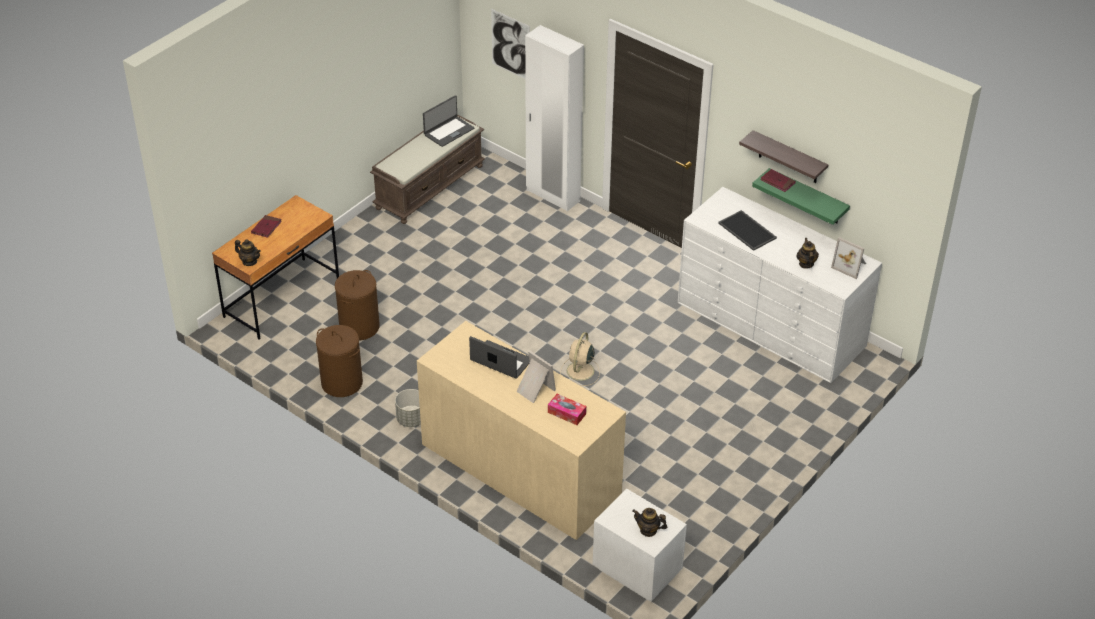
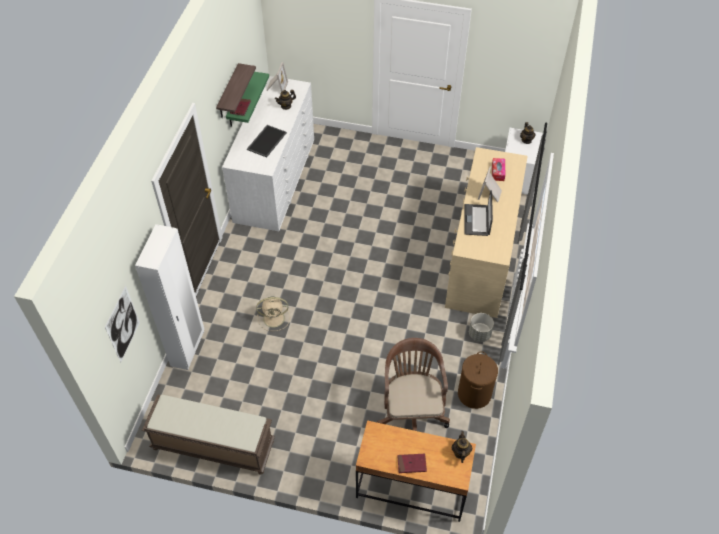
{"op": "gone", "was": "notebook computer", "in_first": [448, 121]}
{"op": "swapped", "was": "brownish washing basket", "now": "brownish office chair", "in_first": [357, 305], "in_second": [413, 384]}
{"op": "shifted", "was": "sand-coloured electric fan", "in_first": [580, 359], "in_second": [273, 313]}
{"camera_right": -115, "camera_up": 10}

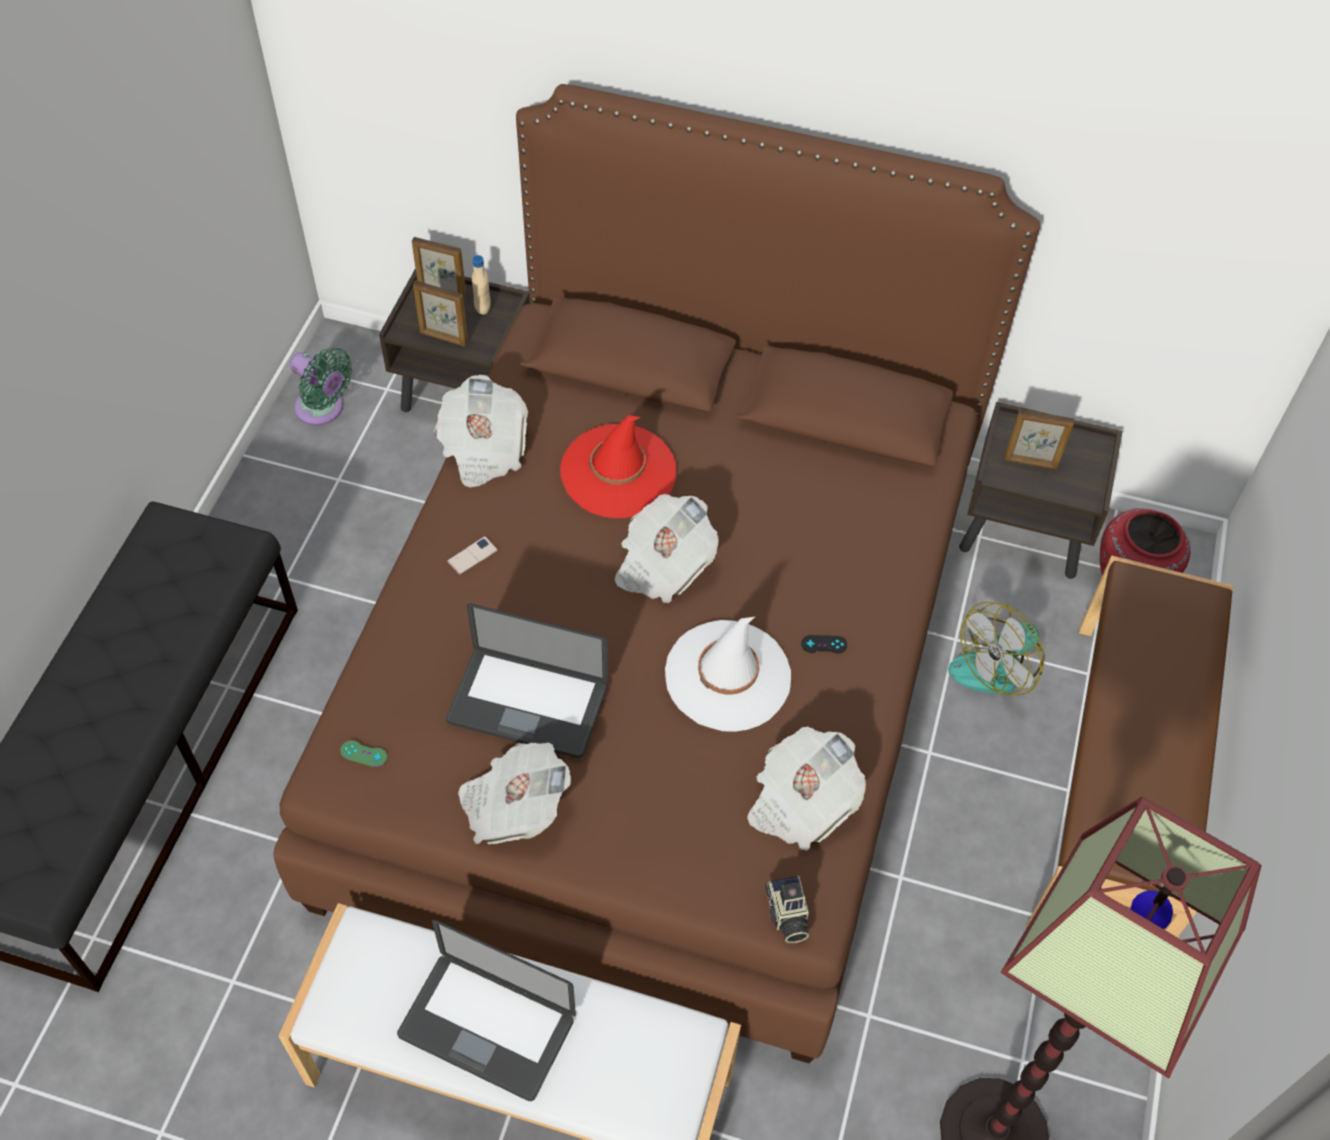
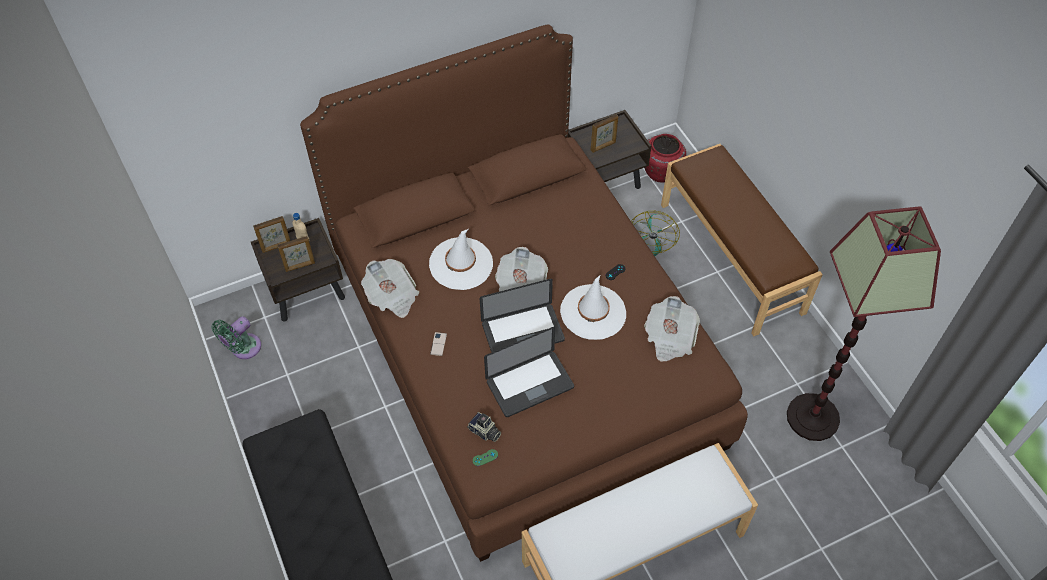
{"op": "rotated", "was": "green-coloured electric fan", "in_first": [321, 386], "in_second": [236, 337], "clockwise": 135}
{"op": "repainted", "was": "red hat", "now": "whitish hat", "in_first": [618, 466], "in_second": [461, 259]}
{"op": "gone", "was": "printed paper", "in_first": [514, 793]}
{"op": "shifted", "was": "photo camera", "in_first": [787, 909], "in_second": [484, 427]}
{"op": "shifted", "was": "notebook computer", "in_first": [486, 1010], "in_second": [522, 315]}
{"camera_right": -40, "camera_up": 0}

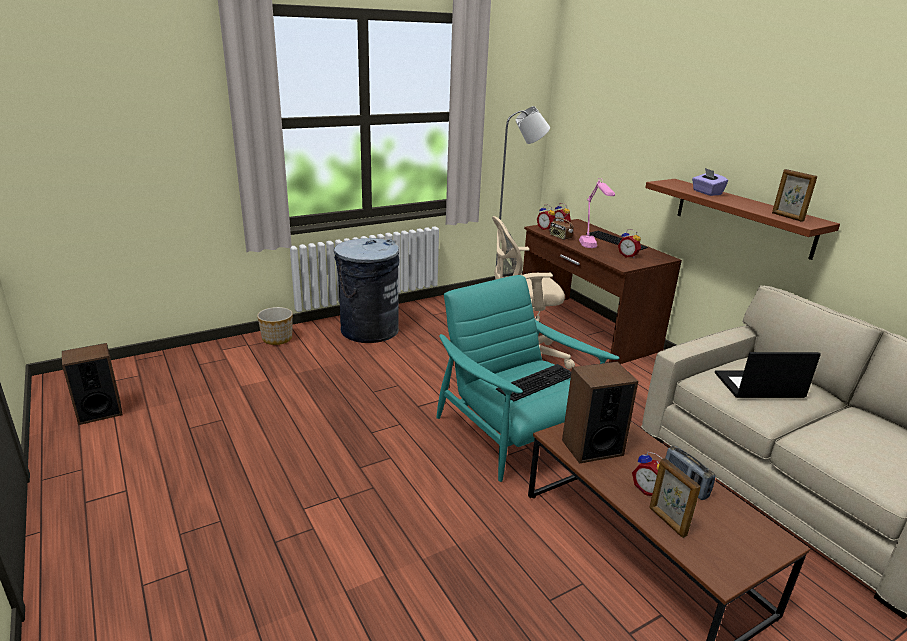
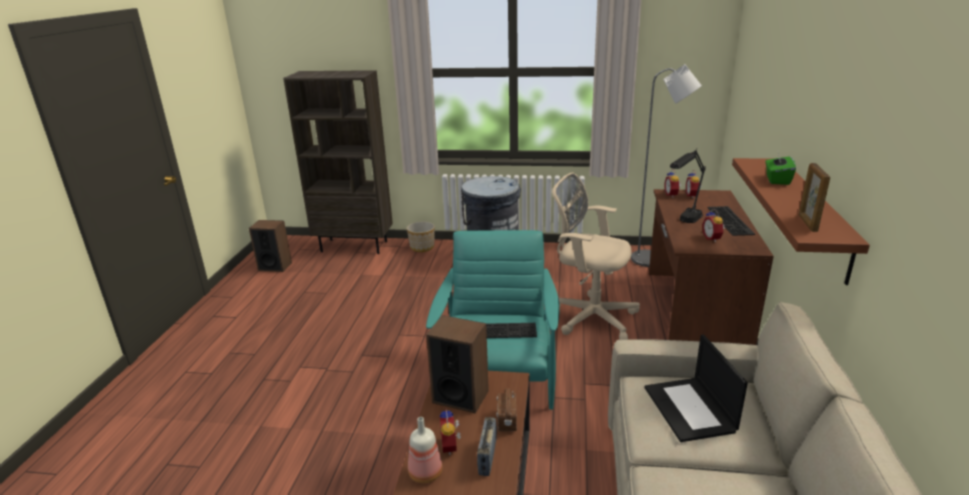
{"op": "repainted", "was": "purple-coloured tissue holder", "now": "green-coloured tissue holder", "in_first": [710, 182], "in_second": [781, 169]}
{"op": "repainted", "was": "pink table lamp", "now": "black-coloured table lamp", "in_first": [597, 213], "in_second": [688, 186]}
{"op": "shifted", "was": "radio set", "in_first": [562, 227], "in_second": [506, 409]}
{"op": "rotated", "was": "notebook computer", "in_first": [768, 375], "in_second": [696, 388], "clockwise": -135}
{"op": "swapped", "was": "standing frame", "now": "bottle", "in_first": [675, 498], "in_second": [425, 450]}
{"op": "new", "now": "brownish bookcase", "in_second": [338, 162]}
{"camera_right": 40, "camera_up": 0}

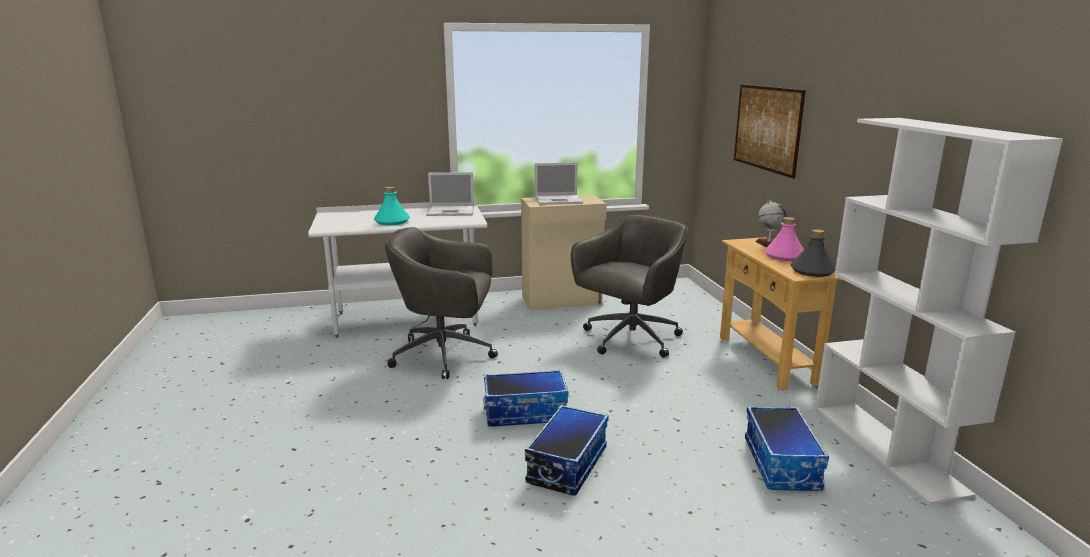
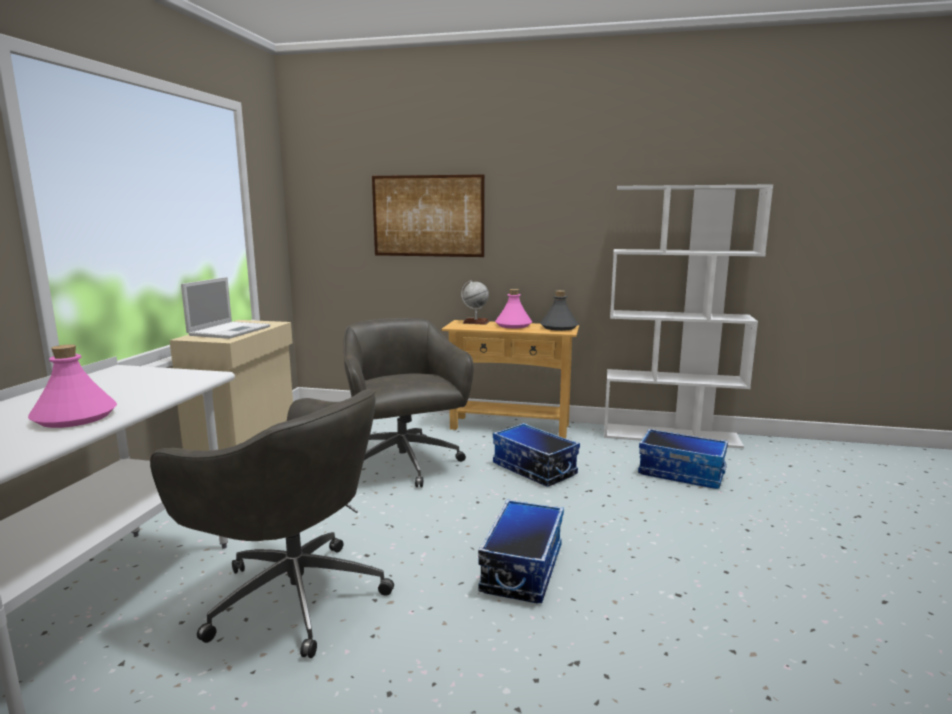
{"op": "gone", "was": "notebook computer", "in_first": [450, 194]}
{"op": "repainted", "was": "blue-green bottle", "now": "pink bottle", "in_first": [392, 206], "in_second": [72, 386]}
{"op": "rotated", "was": "gray office chair", "in_first": [441, 303], "in_second": [272, 523], "clockwise": -90}
{"op": "shifted", "was": "storage box", "in_first": [567, 450], "in_second": [536, 455]}
{"camera_right": -65, "camera_up": -5}

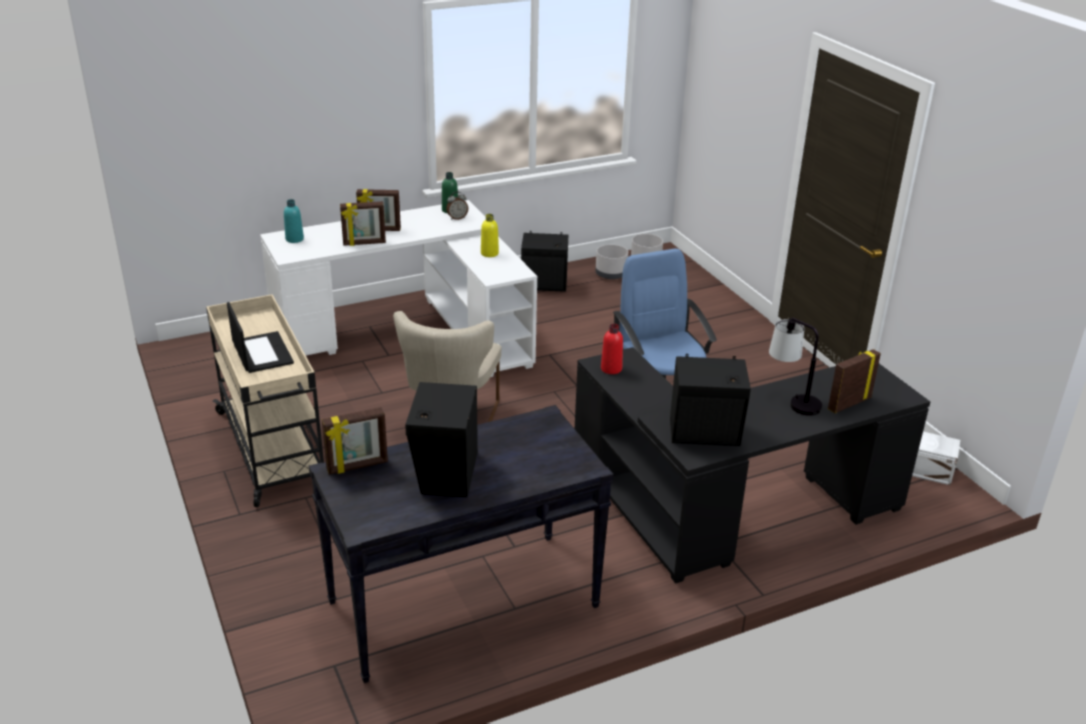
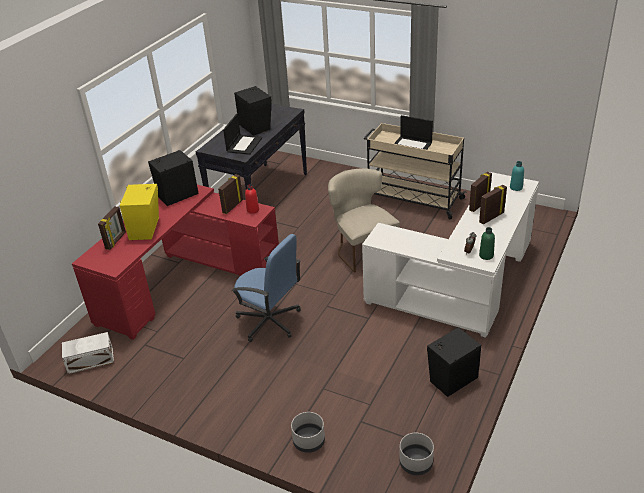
{"op": "gone", "was": "yellow bottle", "in_first": [490, 235]}
{"op": "shifted", "was": "gray planter", "in_first": [611, 262], "in_second": [308, 432]}
{"op": "swapped", "was": "table lamp", "now": "yellow loudspeaker", "in_first": [795, 367], "in_second": [139, 212]}
{"op": "repainted", "was": "black-coloured desk table", "now": "red desk table", "in_first": [752, 465], "in_second": [175, 262]}
{"op": "shifted", "was": "standing frame", "in_first": [355, 441], "in_second": [230, 194]}
{"op": "new", "now": "notebook computer", "in_second": [242, 134]}
{"camera_right": 145, "camera_up": 5}

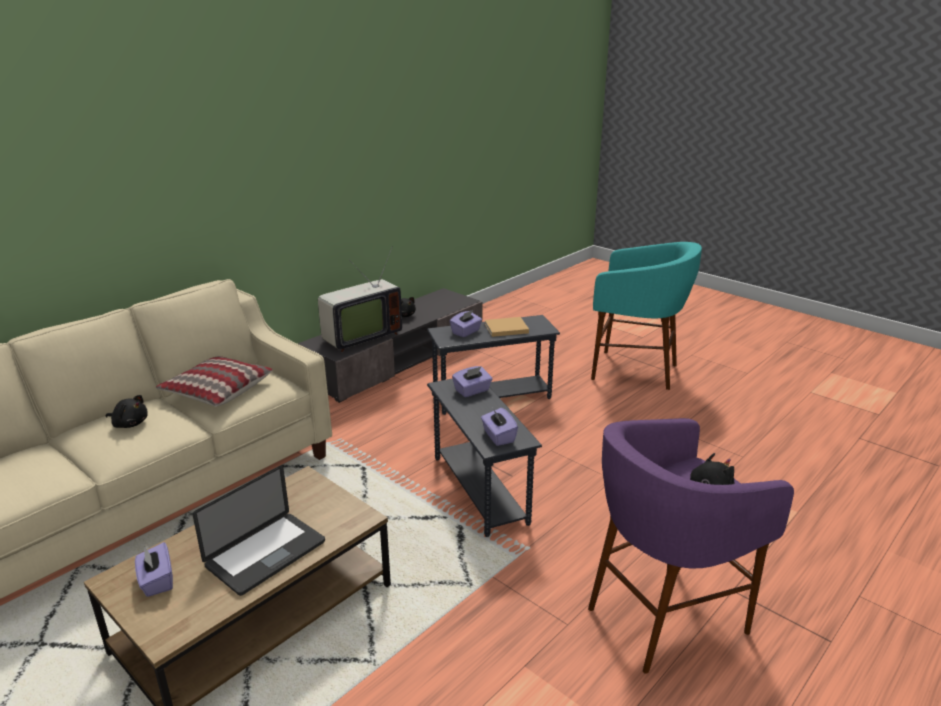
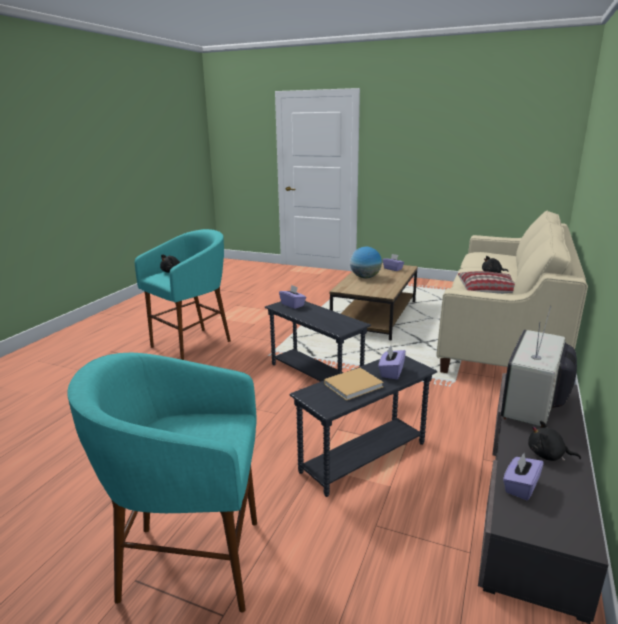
{"op": "shifted", "was": "purple-coloured tissue holder", "in_first": [472, 381], "in_second": [523, 476]}
{"op": "repainted", "was": "purple-coloured stool", "now": "blue-green stool", "in_first": [691, 546], "in_second": [183, 294]}
{"op": "swapped", "was": "notebook computer", "now": "world globe", "in_first": [259, 530], "in_second": [366, 262]}
{"camera_right": 160, "camera_up": -5}

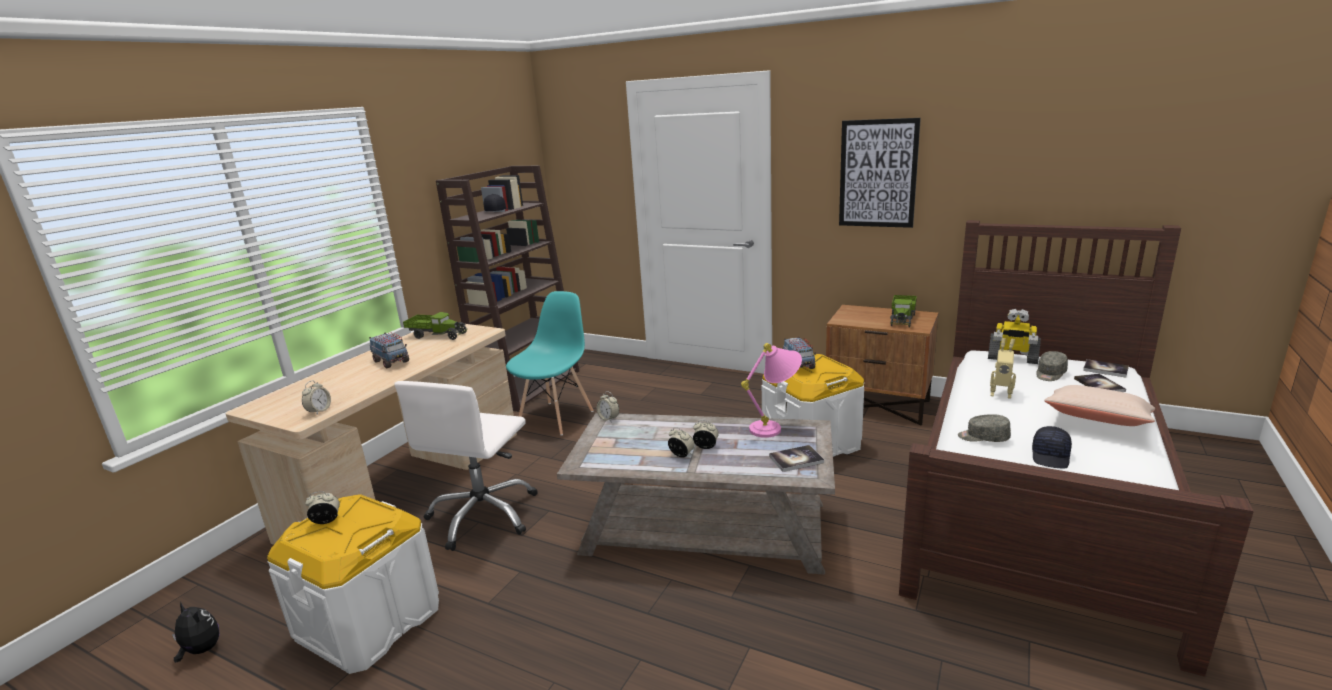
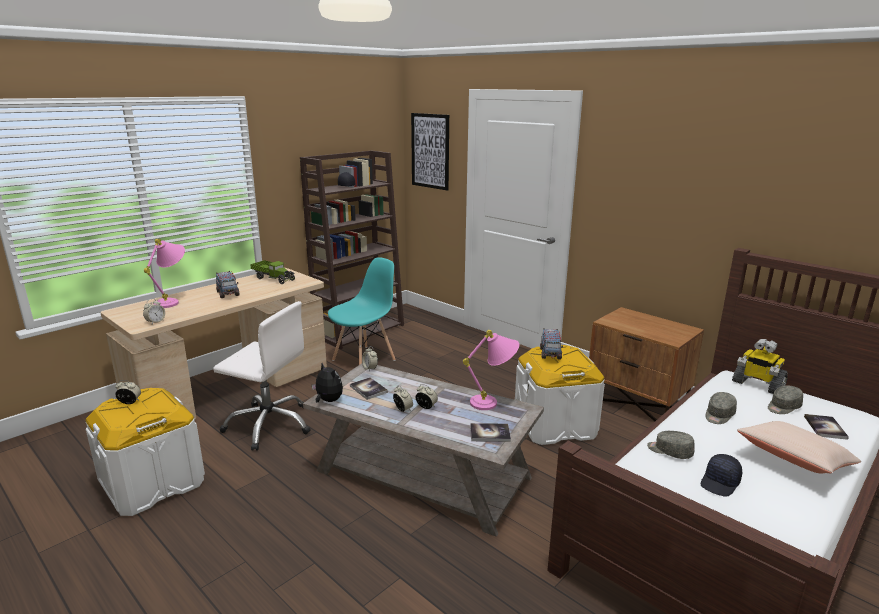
{"op": "shifted", "was": "picture", "in_first": [880, 173], "in_second": [430, 151]}
{"op": "gone", "was": "toy lorry", "in_first": [903, 311]}
{"op": "swapped", "was": "model robot", "now": "gray peaked cap", "in_first": [1003, 368], "in_second": [721, 408]}
{"op": "shifted", "was": "volume", "in_first": [1106, 368], "in_second": [369, 388]}
{"op": "rotated", "was": "whitish office chair", "in_first": [466, 466], "in_second": [262, 376], "clockwise": -105}
{"op": "shifted", "was": "soft toy", "in_first": [195, 632], "in_second": [327, 382]}
{"op": "new", "now": "pink table lamp", "in_second": [164, 273]}
{"camera_right": 15, "camera_up": 0}

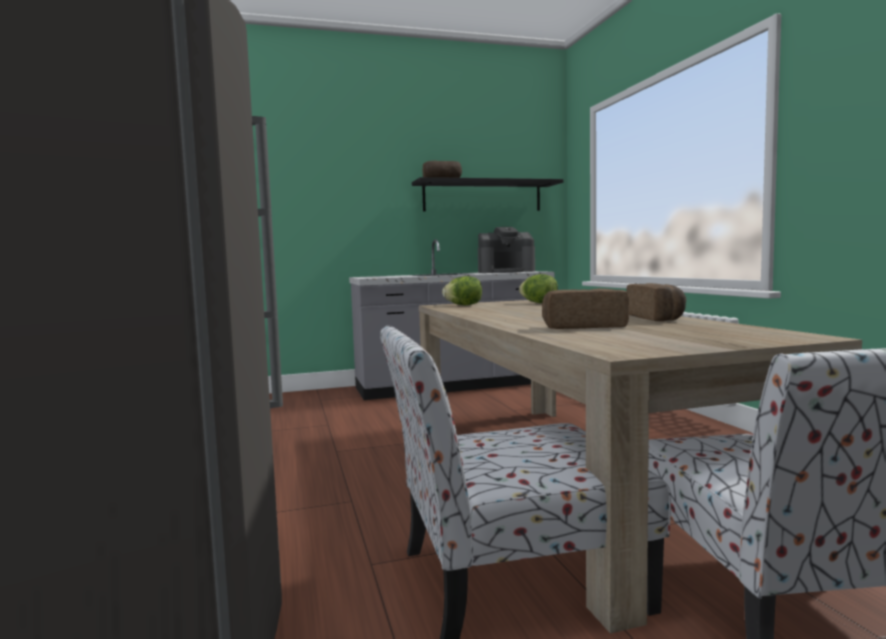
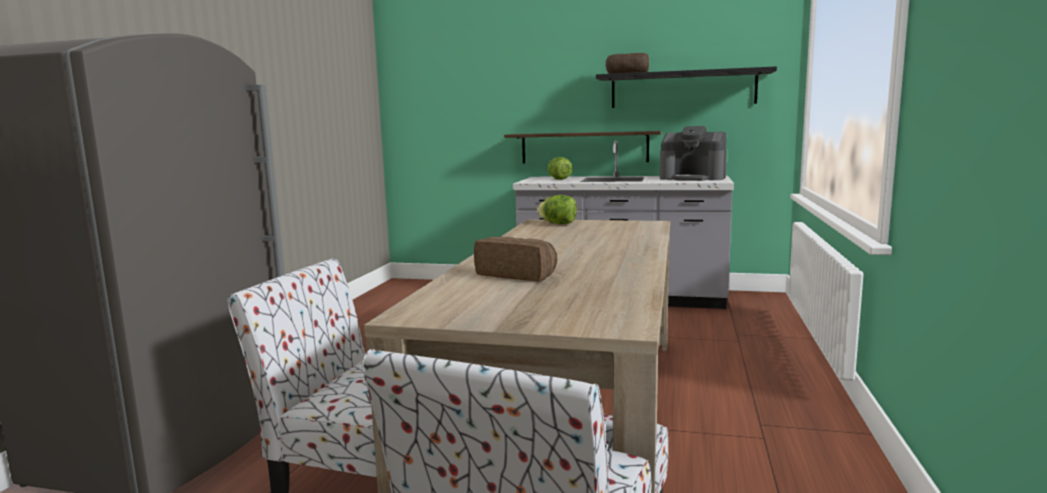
{"op": "shifted", "was": "lettuce", "in_first": [538, 288], "in_second": [559, 168]}
{"op": "gone", "was": "baked bread", "in_first": [656, 302]}
{"op": "new", "now": "bracket shelf", "in_second": [582, 147]}
{"camera_right": 30, "camera_up": 5}

